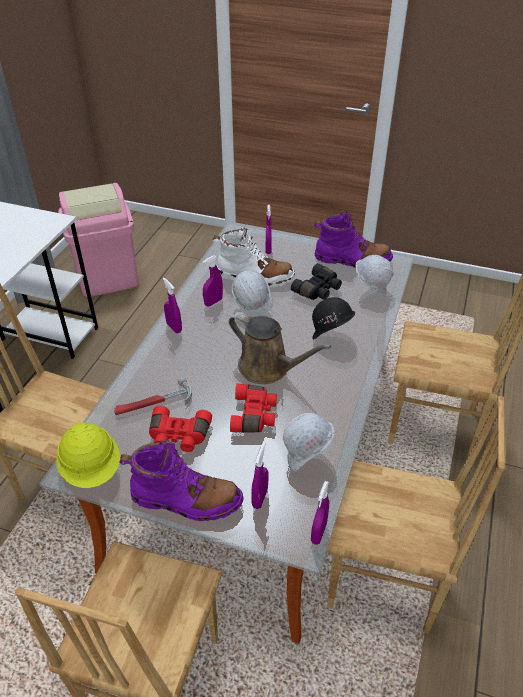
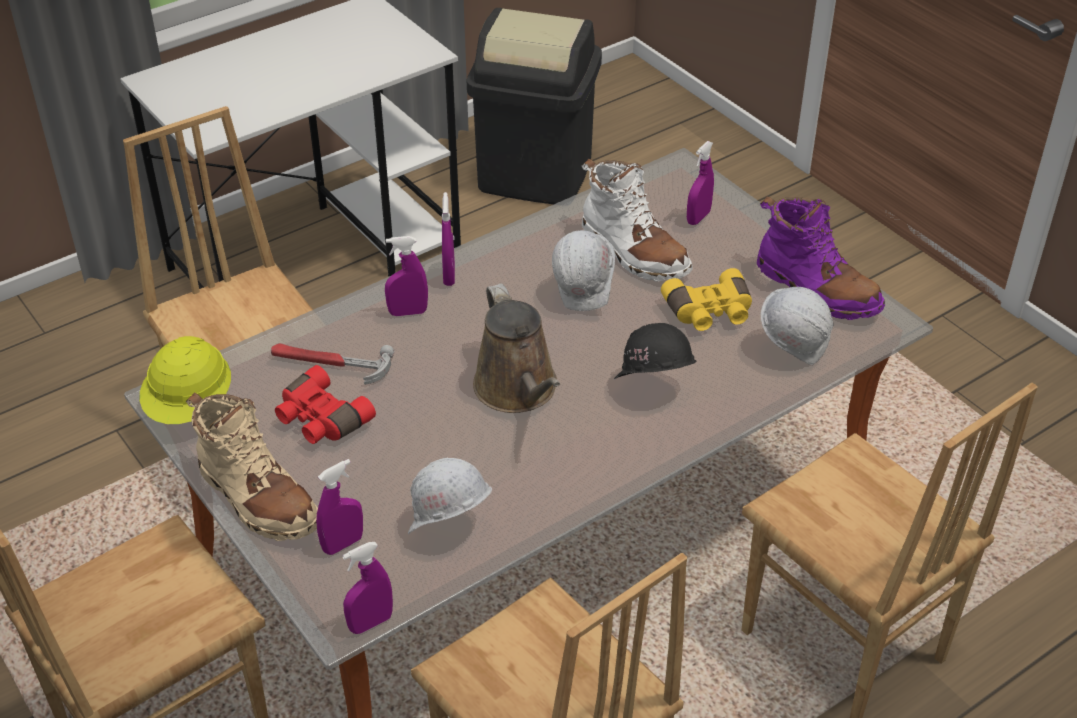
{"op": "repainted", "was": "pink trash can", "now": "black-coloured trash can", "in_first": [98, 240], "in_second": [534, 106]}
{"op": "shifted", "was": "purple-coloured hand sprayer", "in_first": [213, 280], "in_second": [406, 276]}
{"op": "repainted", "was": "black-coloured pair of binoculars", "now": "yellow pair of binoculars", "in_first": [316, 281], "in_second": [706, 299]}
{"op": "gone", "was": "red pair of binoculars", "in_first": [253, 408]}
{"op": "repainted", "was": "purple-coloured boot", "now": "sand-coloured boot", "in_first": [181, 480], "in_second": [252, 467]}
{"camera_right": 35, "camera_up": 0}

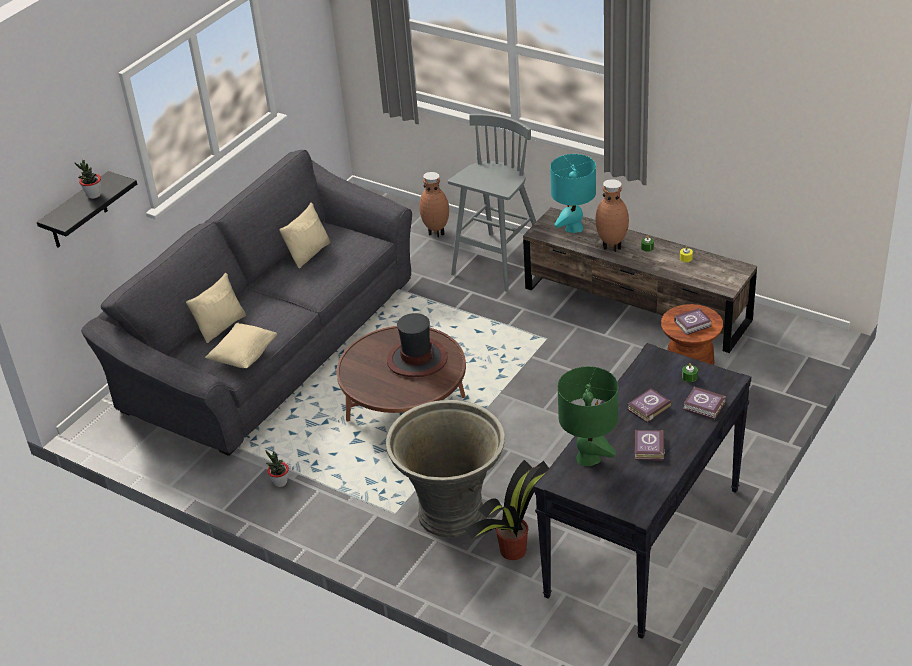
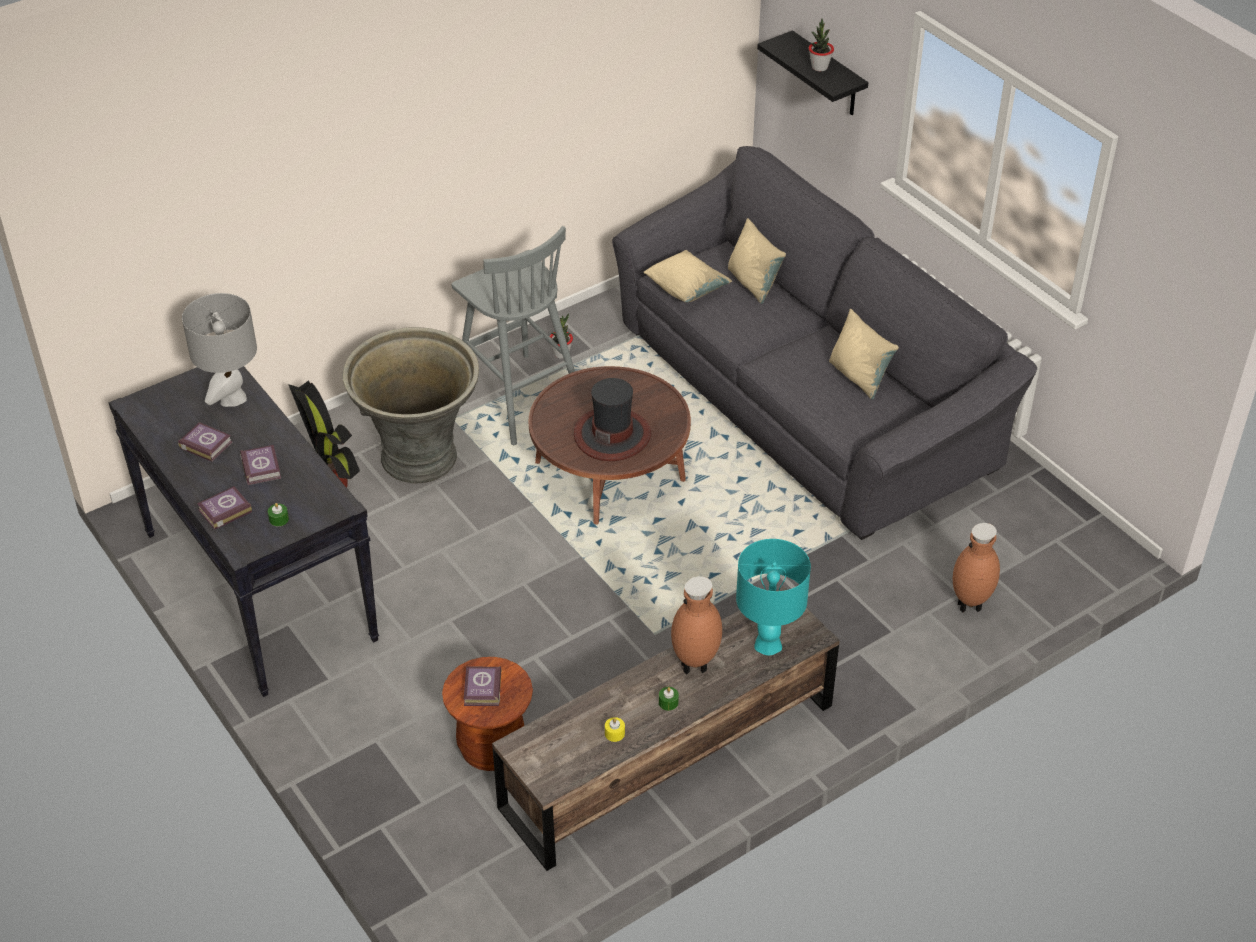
{"op": "shifted", "was": "gray stool", "in_first": [492, 203], "in_second": [513, 335]}
{"op": "repainted", "was": "green-coloured table lamp", "now": "gray table lamp", "in_first": [588, 416], "in_second": [219, 350]}
{"camera_right": 110, "camera_up": 5}

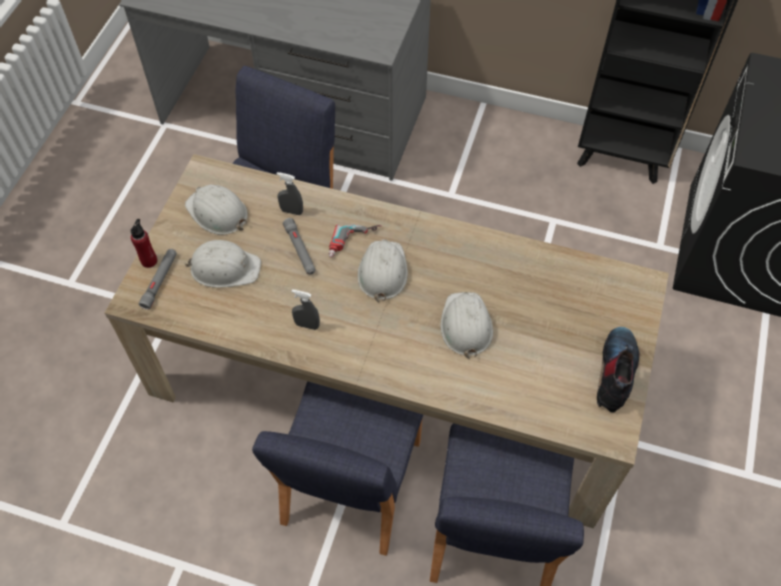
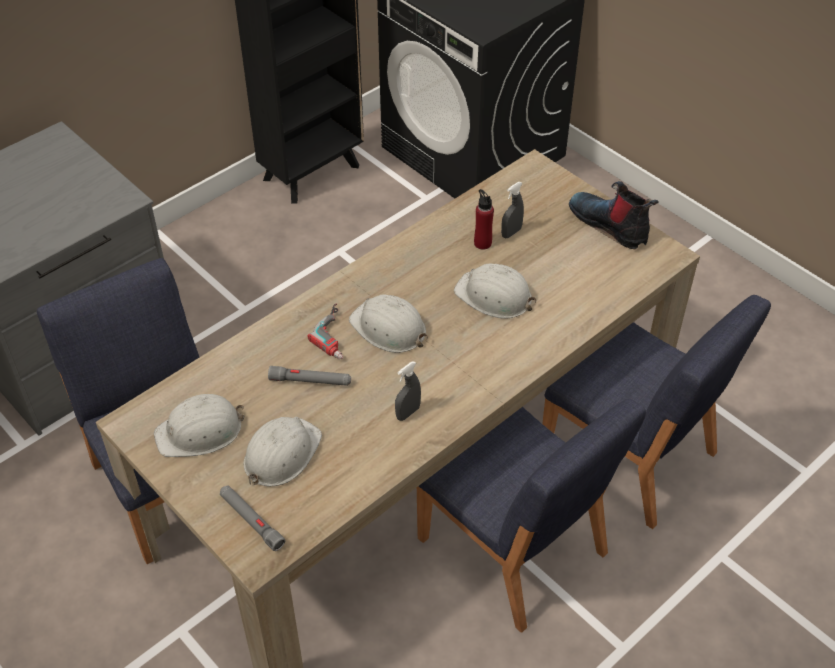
{"op": "shifted", "was": "gray hand sprayer", "in_first": [290, 193], "in_second": [512, 210]}
{"op": "shifted", "was": "red bottle", "in_first": [144, 243], "in_second": [484, 219]}
{"camera_right": -60, "camera_up": -10}

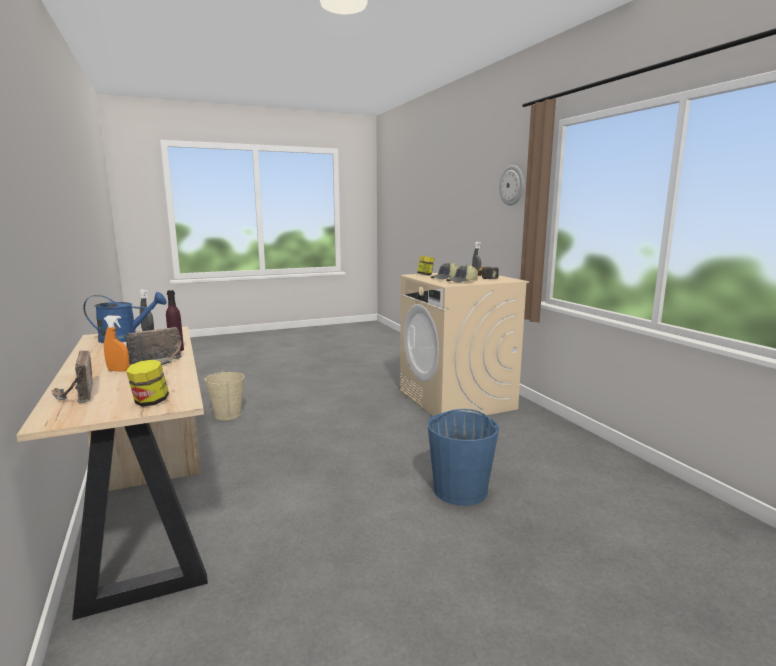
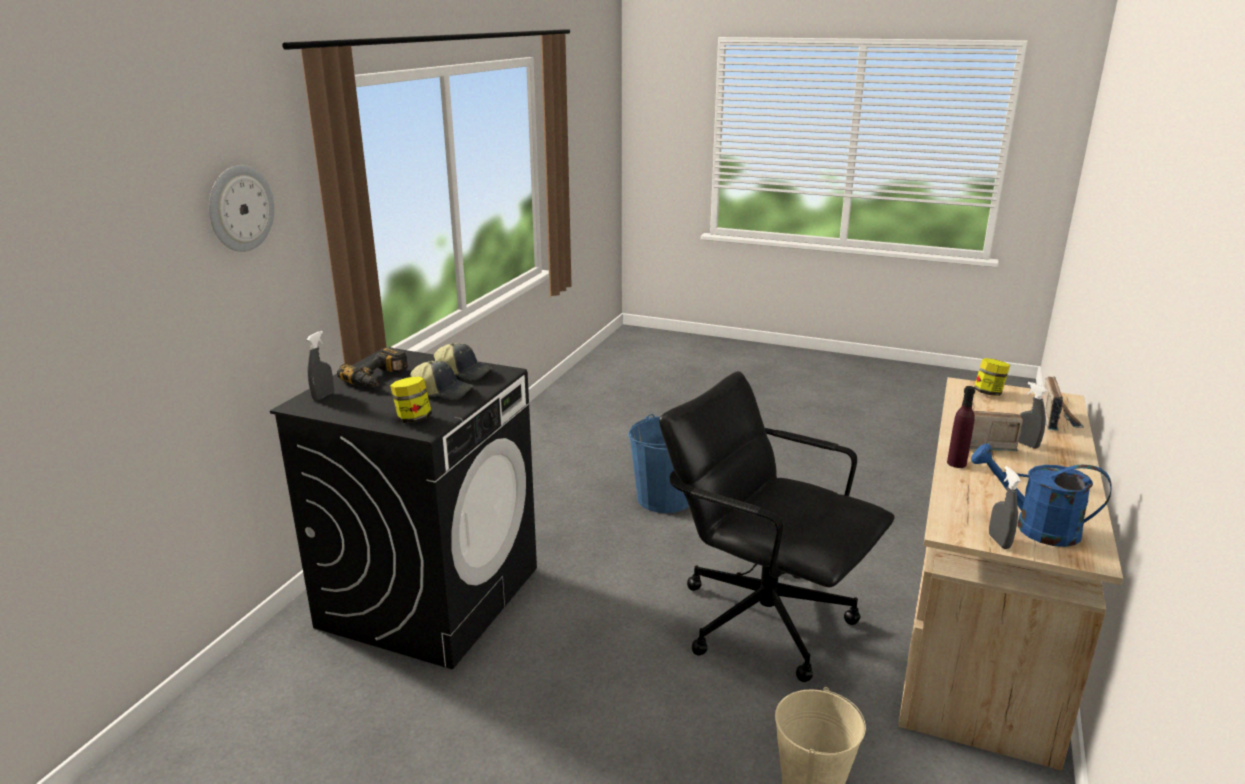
{"op": "repainted", "was": "sand-coloured washing machine", "now": "black-coloured washing machine", "in_first": [464, 344], "in_second": [403, 508]}
{"op": "repainted", "was": "orange hand sprayer", "now": "gray hand sprayer", "in_first": [117, 344], "in_second": [1033, 415]}
{"op": "new", "now": "black-coloured office chair", "in_second": [777, 526]}
{"camera_right": -135, "camera_up": 10}

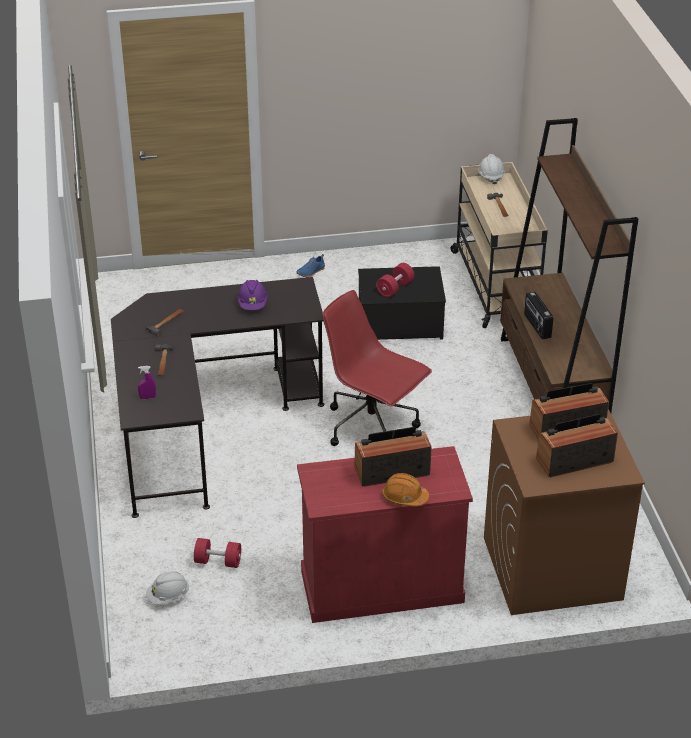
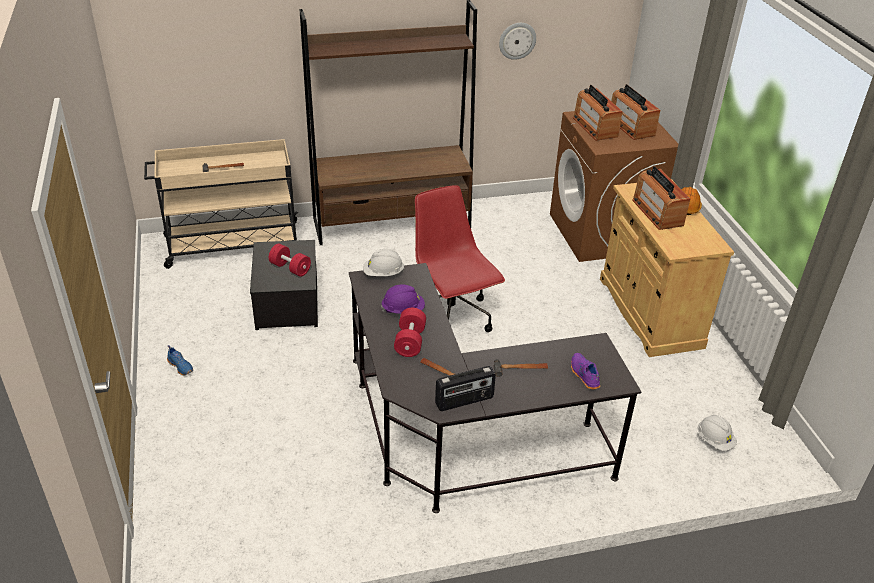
{"op": "shifted", "was": "whitish work helmet", "in_first": [491, 169], "in_second": [384, 262]}
{"op": "rotated", "was": "red office chair", "in_first": [377, 368], "in_second": [460, 258], "clockwise": 120}
{"op": "shifted", "was": "radio set", "in_first": [538, 316], "in_second": [465, 388]}
{"op": "swapped", "was": "purple-coloured hand sprayer", "now": "purple-coloured item of footwear", "in_first": [147, 382], "in_second": [585, 371]}
{"op": "repainted", "was": "red cupboard", "now": "sand-coloured cupboard", "in_first": [385, 534], "in_second": [667, 268]}
{"op": "shifted", "was": "red hand weight", "in_first": [217, 553], "in_second": [410, 332]}
{"op": "new", "now": "clock on the wall", "in_second": [517, 41]}
{"camera_right": -95, "camera_up": 0}

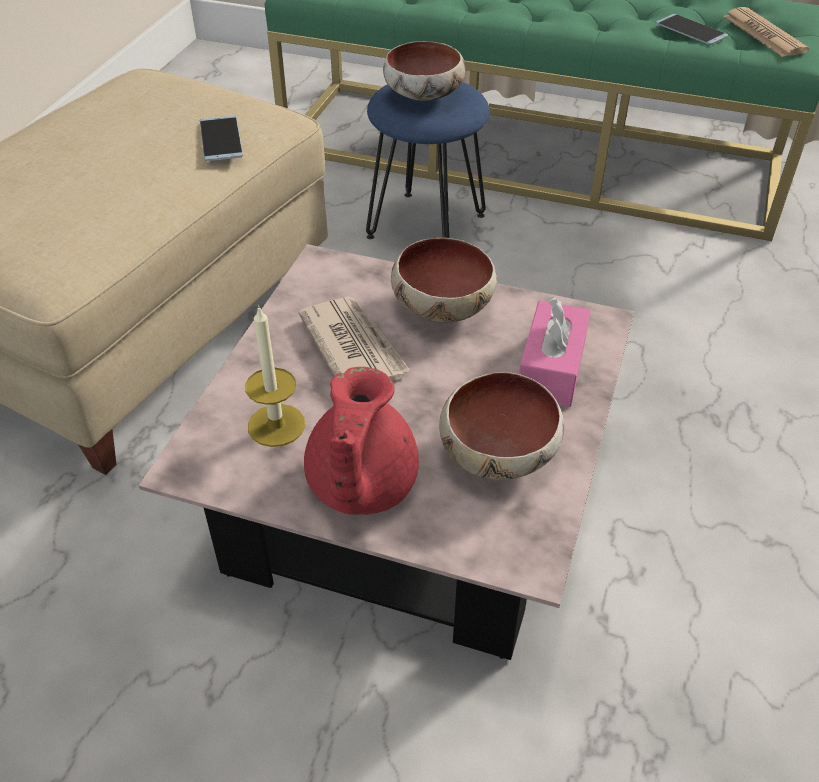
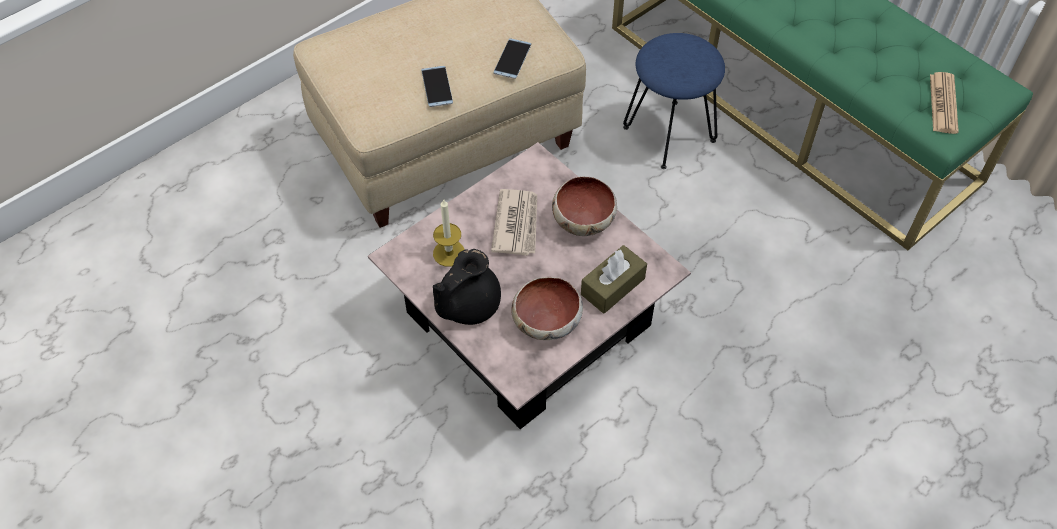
{"op": "shifted", "was": "telephone", "in_first": [691, 29], "in_second": [437, 86]}
{"op": "gone", "was": "deep dish", "in_first": [424, 71]}
{"op": "repainted", "was": "pink tissue holder", "now": "brownish tissue holder", "in_first": [555, 352], "in_second": [614, 279]}
{"op": "repainted", "was": "red tea pot", "now": "black-coloured tea pot", "in_first": [361, 441], "in_second": [467, 287]}
{"camera_right": 30, "camera_up": 10}

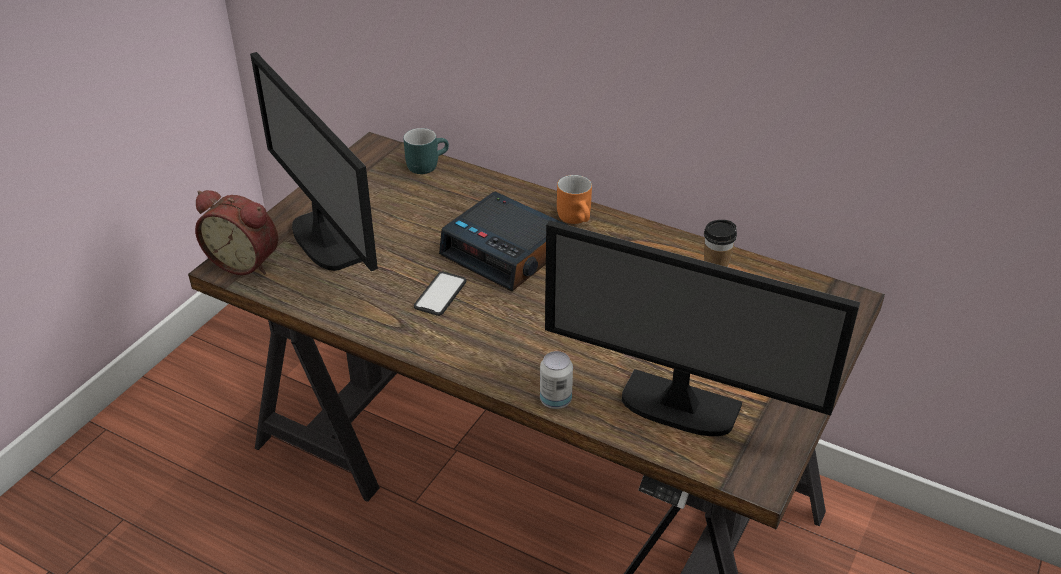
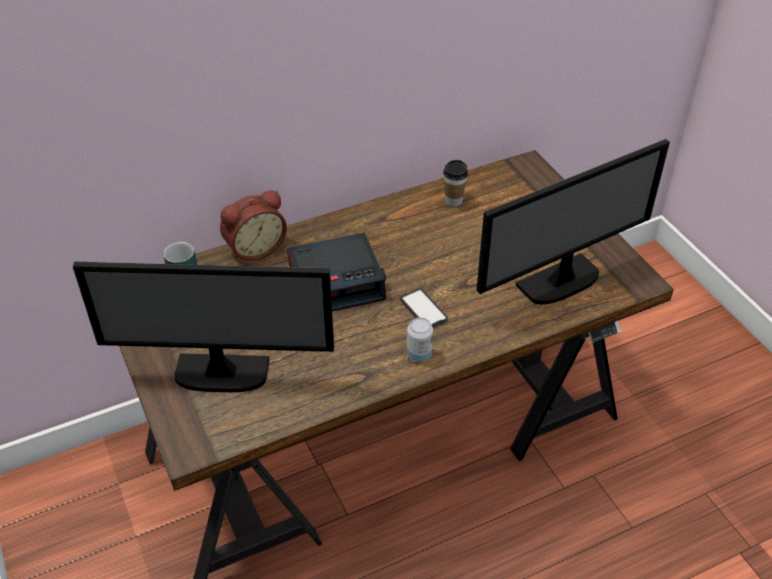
{"op": "gone", "was": "orange tea mug", "in_first": [574, 199]}
{"op": "shifted", "was": "bedside clock", "in_first": [236, 232], "in_second": [253, 226]}
{"op": "shifted", "was": "telephone", "in_first": [440, 294], "in_second": [424, 308]}
{"op": "shifted", "was": "metal can", "in_first": [556, 380], "in_second": [420, 339]}
{"camera_right": -55, "camera_up": 5}

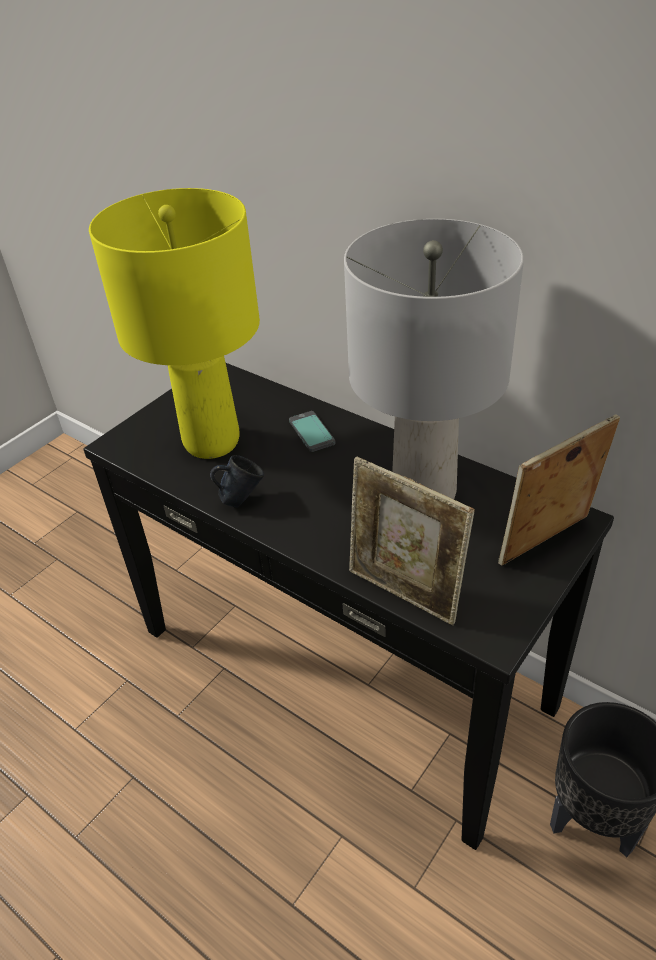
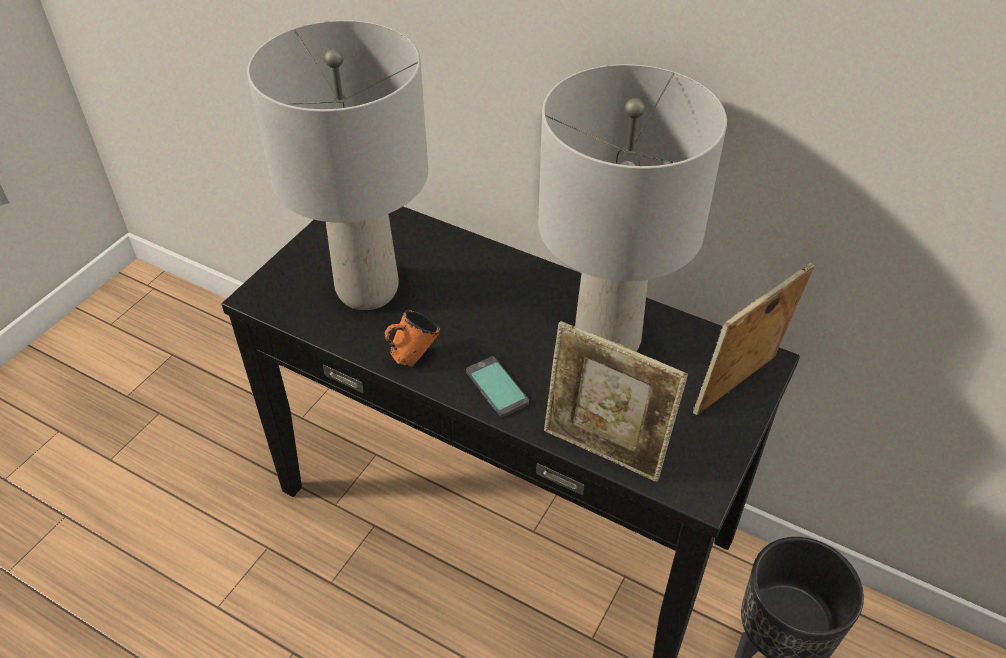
{"op": "repainted", "was": "yellow table lamp", "now": "gray table lamp", "in_first": [174, 323], "in_second": [337, 165]}
{"op": "shifted", "was": "telephone", "in_first": [312, 431], "in_second": [497, 386]}
{"op": "repainted", "was": "blue-coloured tea mug", "now": "orange tea mug", "in_first": [237, 481], "in_second": [412, 338]}
{"camera_right": -10, "camera_up": 5}

